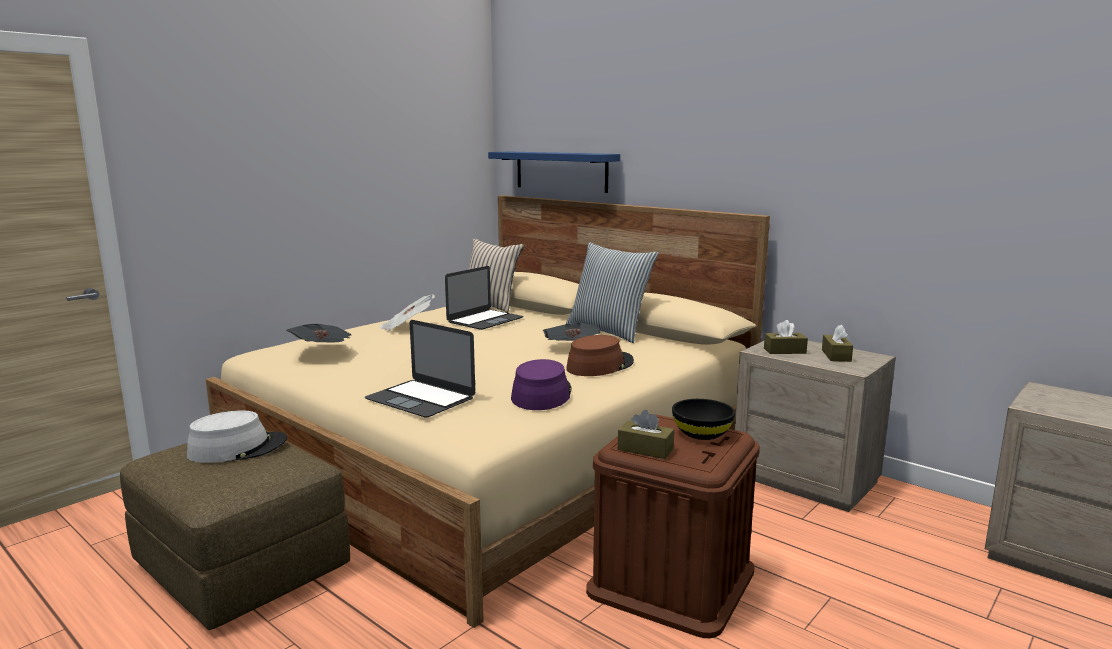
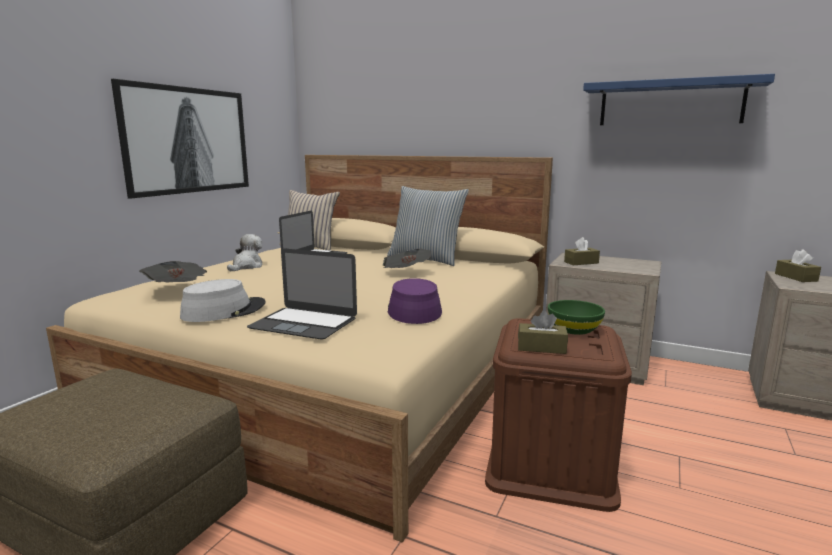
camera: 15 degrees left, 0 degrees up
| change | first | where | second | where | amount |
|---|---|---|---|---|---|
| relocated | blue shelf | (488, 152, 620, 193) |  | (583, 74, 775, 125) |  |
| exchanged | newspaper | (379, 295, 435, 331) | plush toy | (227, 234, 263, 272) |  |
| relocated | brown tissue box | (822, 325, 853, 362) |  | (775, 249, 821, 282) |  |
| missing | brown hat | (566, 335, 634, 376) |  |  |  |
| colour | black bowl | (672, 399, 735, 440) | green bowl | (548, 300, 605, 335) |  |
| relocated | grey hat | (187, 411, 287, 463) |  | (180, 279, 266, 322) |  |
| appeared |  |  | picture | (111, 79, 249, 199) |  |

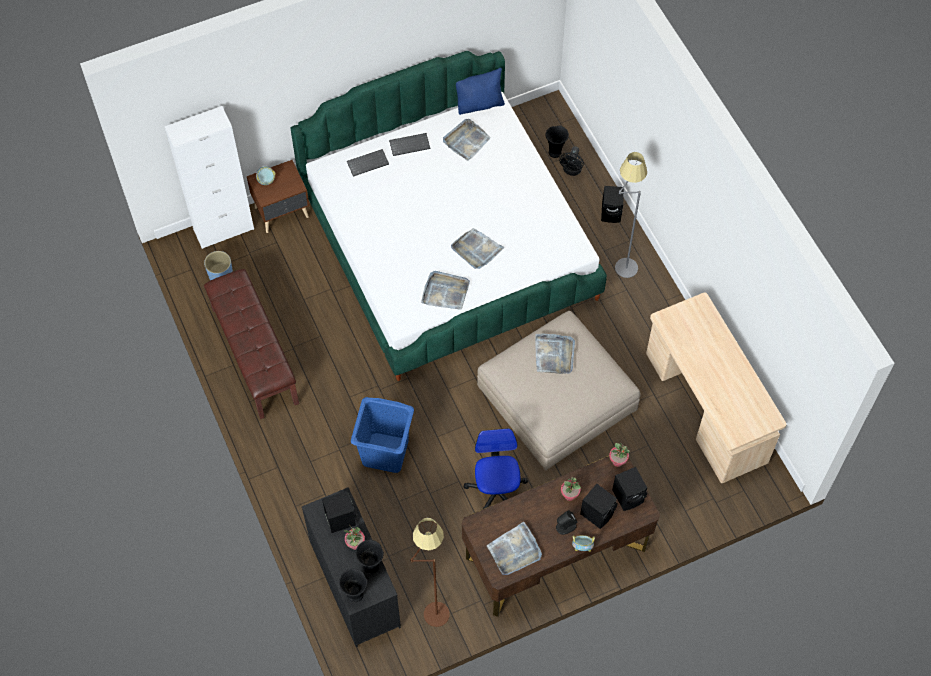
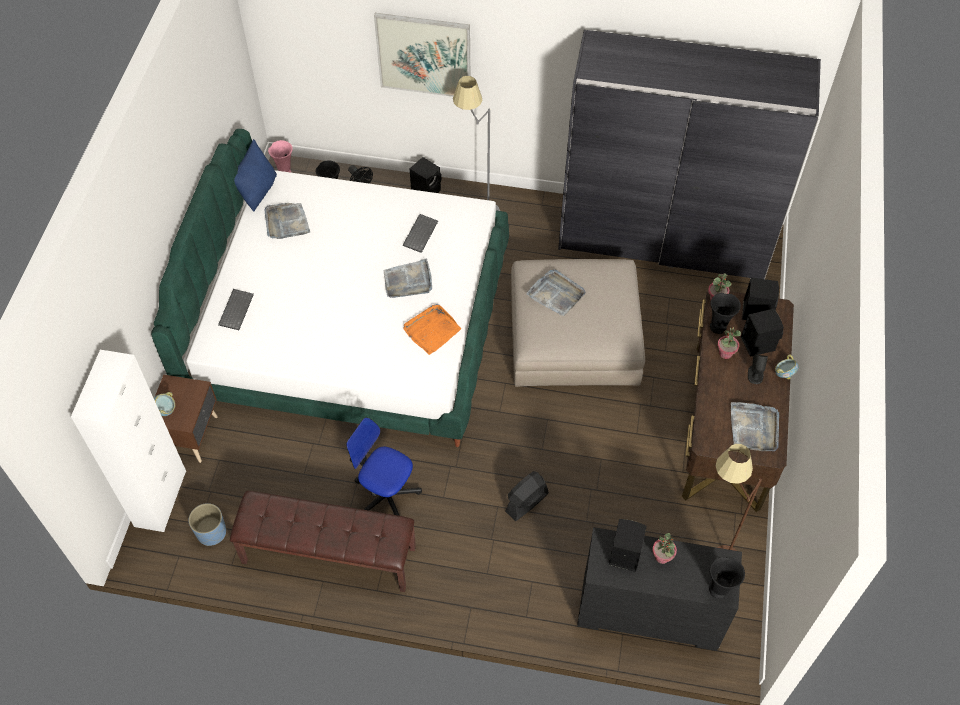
camera: 55 degrees left, 5 degrees down
| change | first | where | second | where | amount |
|---|---|---|---|---|---|
| relocated | keyboard | (389, 133, 430, 156) |  | (403, 214, 438, 253) |  |
| colour | grey tray | (421, 271, 470, 309) | orange tray | (403, 304, 461, 355) |  |
| exchanged | beige desk | (646, 293, 786, 483) | grey wardrobe | (558, 30, 821, 279) |  |
| exchanged | blue laundry basket | (351, 397, 414, 473) | black fan | (505, 471, 549, 521) |  |
| relocated | office chair | (463, 428, 528, 509) |  | (346, 417, 422, 516) |  |
| relocated | black vase | (355, 540, 384, 573) |  | (710, 293, 741, 334) |  |
| appeared |  |  | picture | (374, 13, 470, 97) |  |
| appeared |  |  | pink vase | (268, 140, 293, 172) |  |

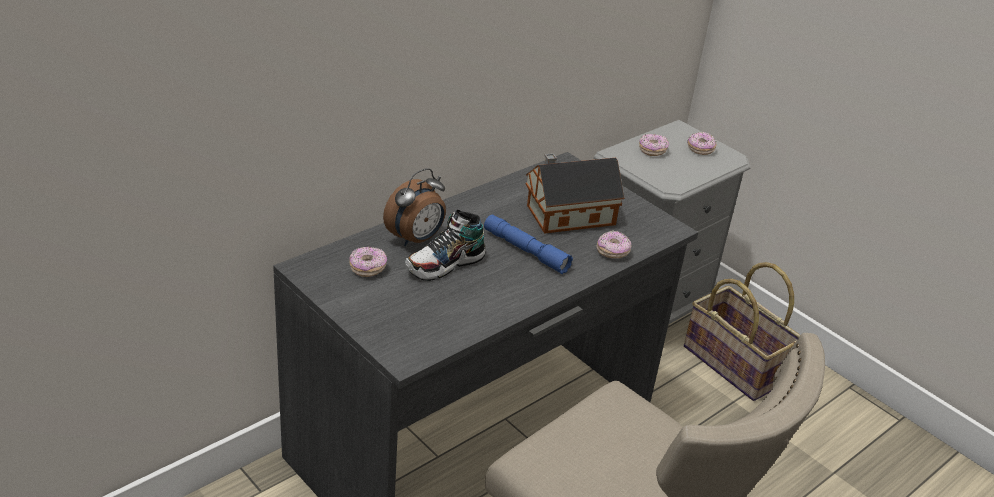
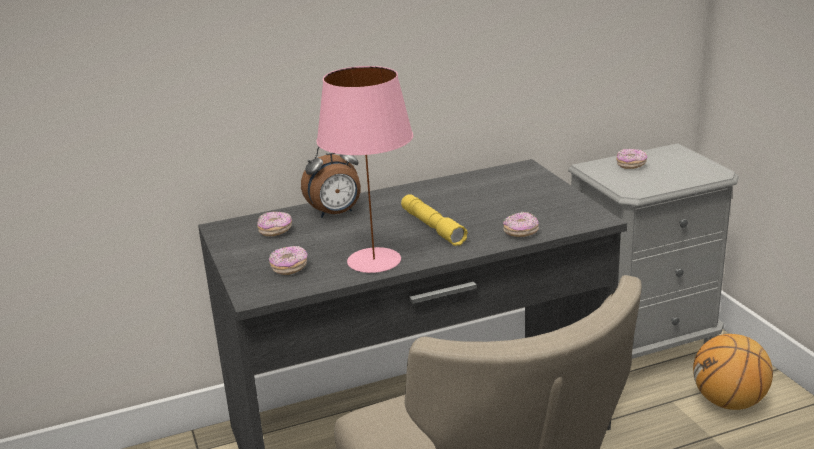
camera: 25 degrees right, 10 degrees down
| change | first | where | second | where | amount |
|---|---|---|---|---|---|
| relocated | donut | (687, 132, 717, 155) |  | (269, 246, 307, 275) |  |
| missing | toy house | (526, 153, 624, 234) |  |  |  |
| missing | shoe | (405, 210, 486, 281) |  |  |  |
| colour | blue flashlight | (484, 215, 573, 274) | yellow flashlight | (401, 194, 468, 246) |  |
| exchanged | basket | (684, 262, 800, 401) | basketball | (693, 334, 773, 410) |  |
| appeared |  |  | pink table lamp | (316, 66, 413, 273) |  |

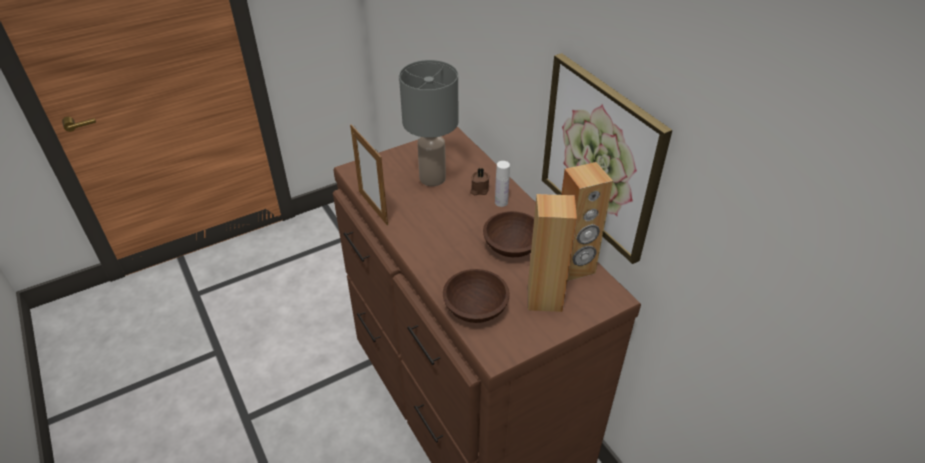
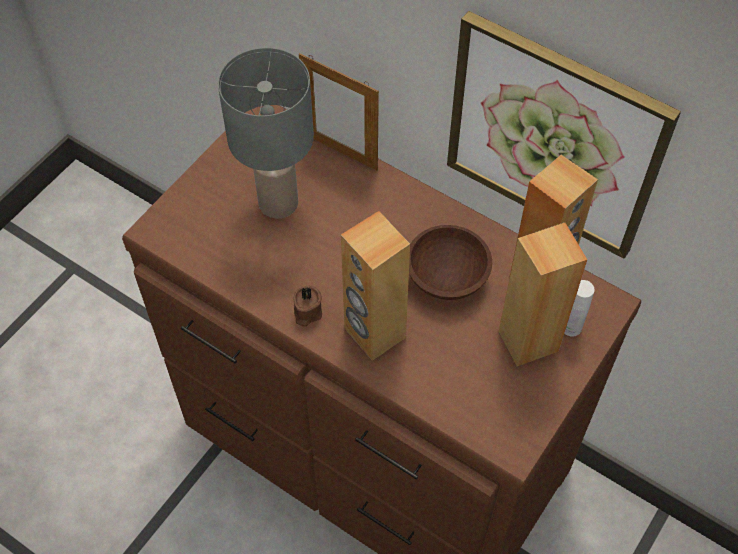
camera: 25 degrees left, 15 degrees up
| change | first | where | second | where | amount |
|---|---|---|---|---|---|
| relocated | picture frame | (350, 124, 388, 226) |  | (299, 53, 379, 171) |  |
| relocated | white bottle | (495, 161, 510, 207) |  | (565, 280, 595, 337) |  |
| relocated | brown candle | (470, 168, 490, 195) |  | (294, 286, 322, 326) |  |
| missing | brown bowl | (443, 269, 510, 323) |  |  |  |
| appeared |  |  | brown speaker | (341, 211, 410, 361) |  |

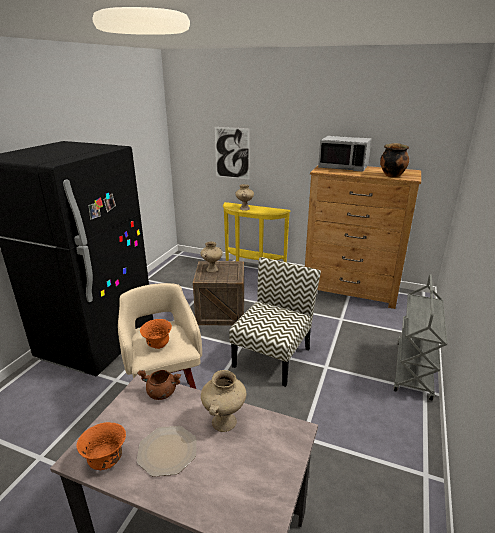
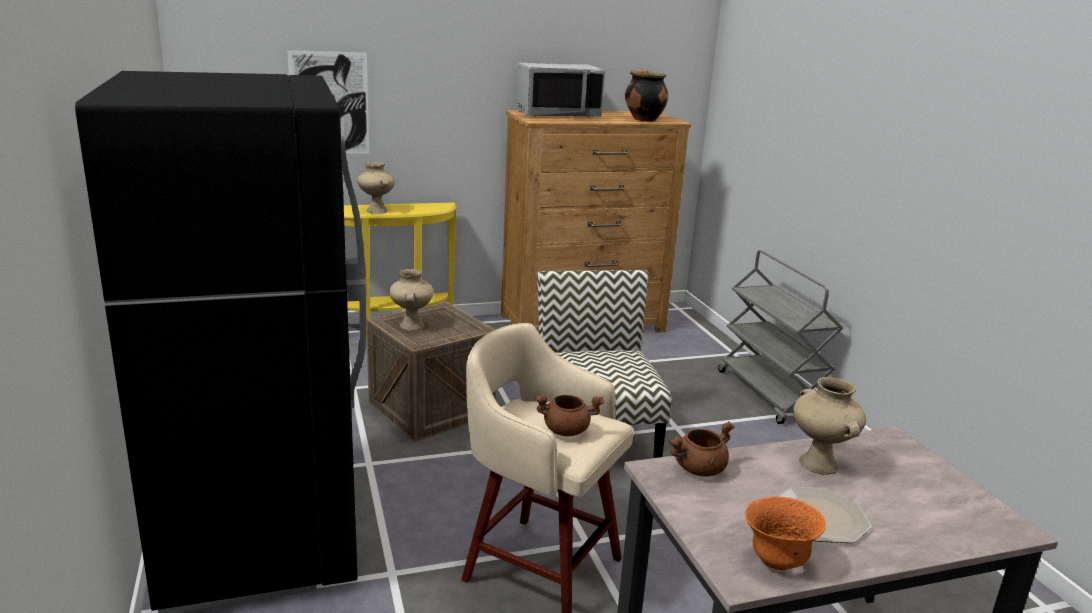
camera: 40 degrees left, 5 degrees down
| change | first | where | second | where | amount |
|---|---|---|---|---|---|
| exchanged | orange bowl | (140, 319, 172, 349) | brown cooking pot | (535, 395, 605, 436) |  |

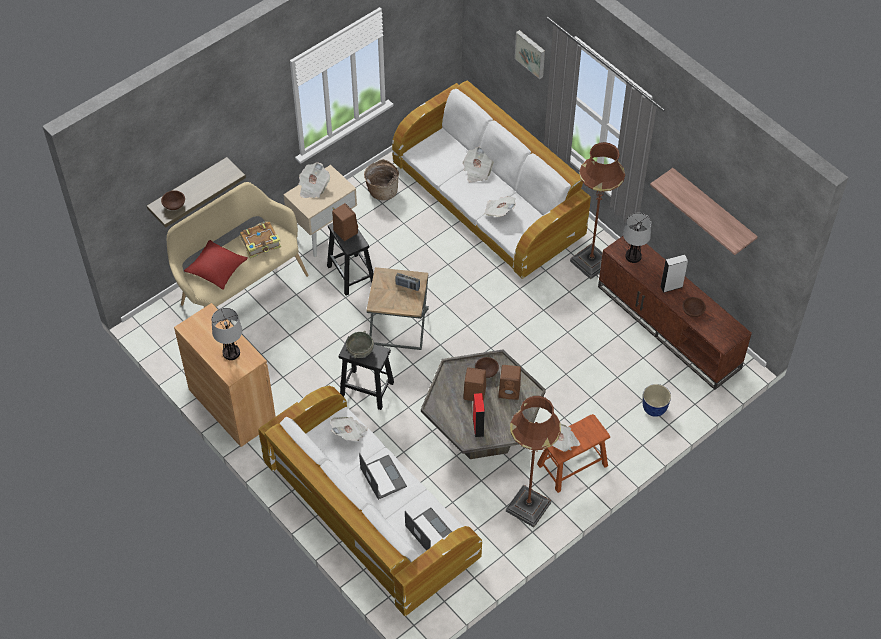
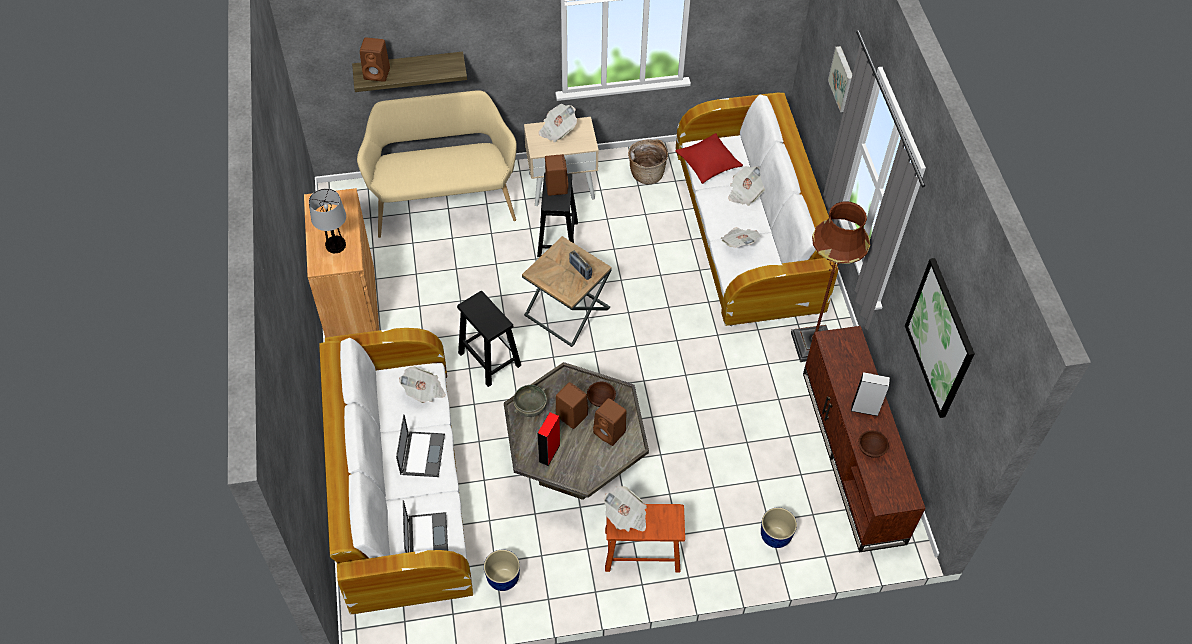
camera: 30 degrees right, 0 degrees up
| change | first | where | second | where | amount |
|---|---|---|---|---|---|
| exchanged | shelf | (650, 168, 758, 255) | picture | (905, 258, 975, 418) |  |
| exchanged | brown bowl | (161, 190, 185, 210) | brown speaker | (360, 38, 390, 82) |  |
| missing | table lamp | (623, 213, 651, 263) |  |  |  |
| missing | book | (240, 222, 281, 258) |  |  |  |
| relocated | red pillow | (184, 240, 248, 290) |  | (675, 133, 743, 184) |  |
| relocated | grey bowl | (346, 331, 374, 358) |  | (513, 385, 547, 417) |  |
| missing | brown floor lamp | (506, 396, 561, 528) |  |  |  |
| appeared |  |  | planter | (484, 549, 520, 591) |  |

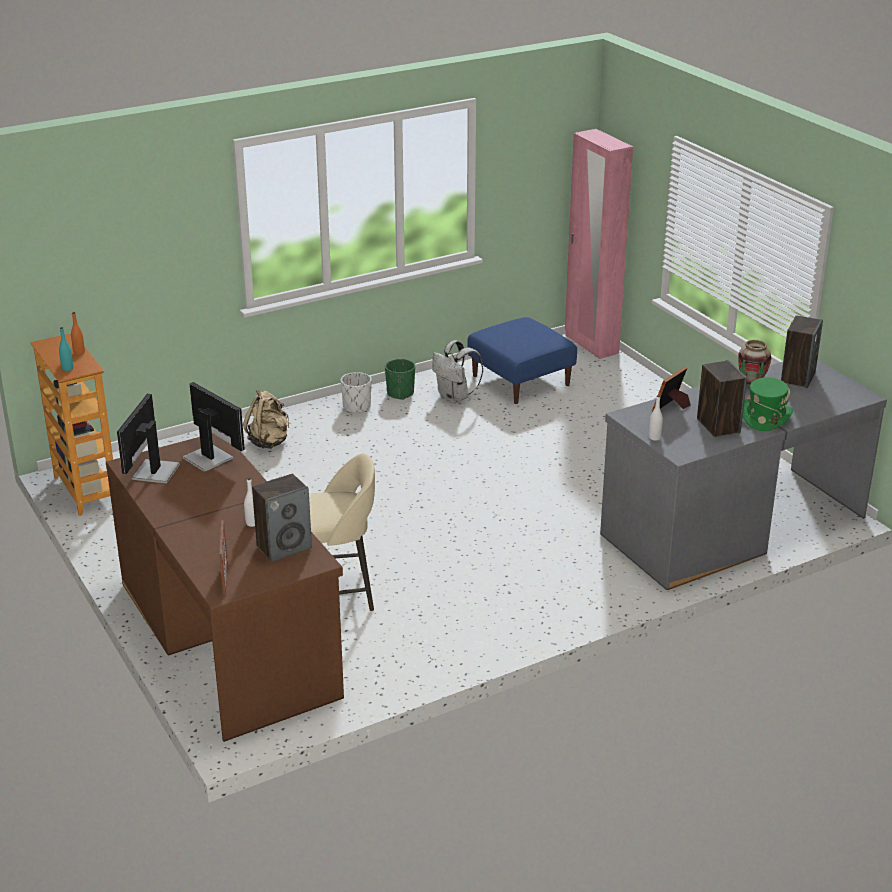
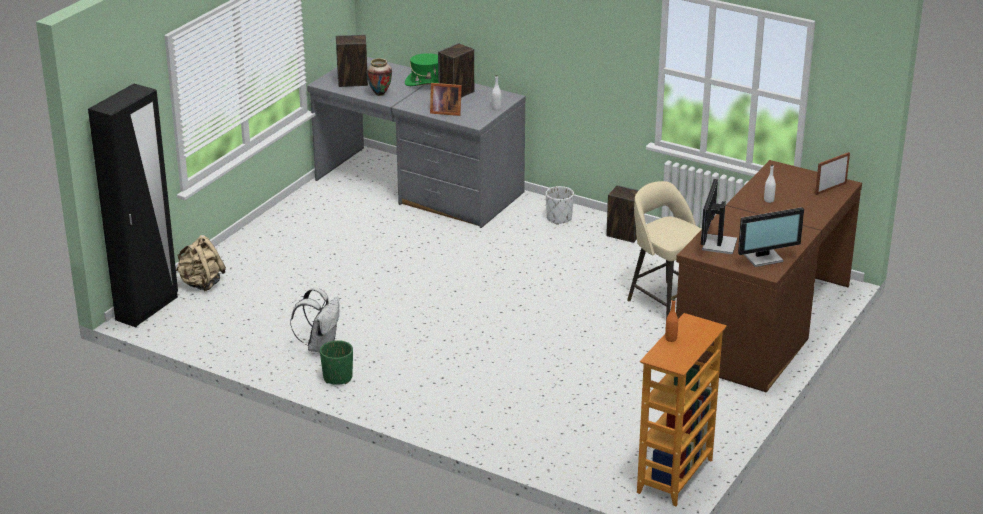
camera: 120 degrees left, 0 degrees up
| change | first | where | second | where | amount |
|---|---|---|---|---|---|
| colour | pink wardrobe | (565, 129, 633, 359) | black wardrobe | (88, 84, 178, 327) |  |
| missing | blue ottoman | (467, 317, 577, 404) |  |  |  |
| missing | turquoise bottle | (59, 327, 73, 371) |  |  |  |
| relocated | white planter | (341, 372, 372, 413) |  | (546, 186, 574, 225) |  |
| relocated | beige backpack | (243, 390, 289, 449) |  | (176, 235, 226, 292) |  |
| relocated | speaker | (252, 474, 312, 562) |  | (606, 185, 639, 243) |  |

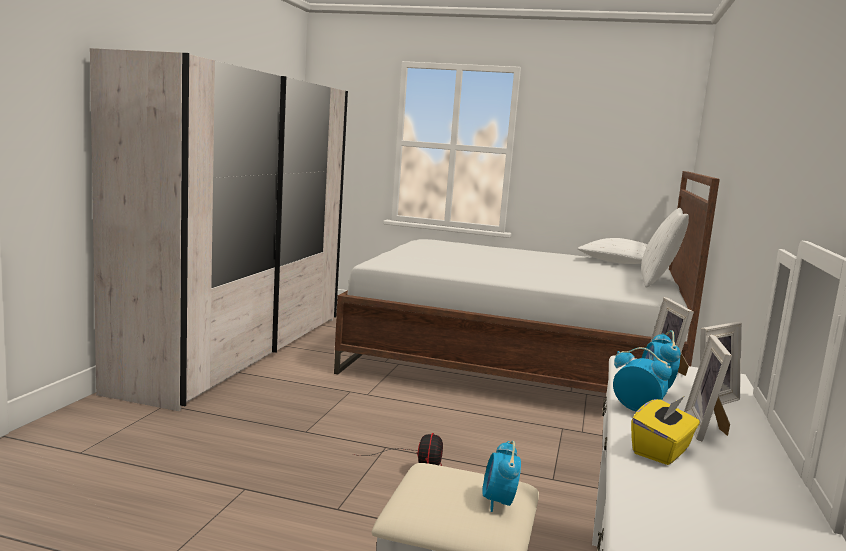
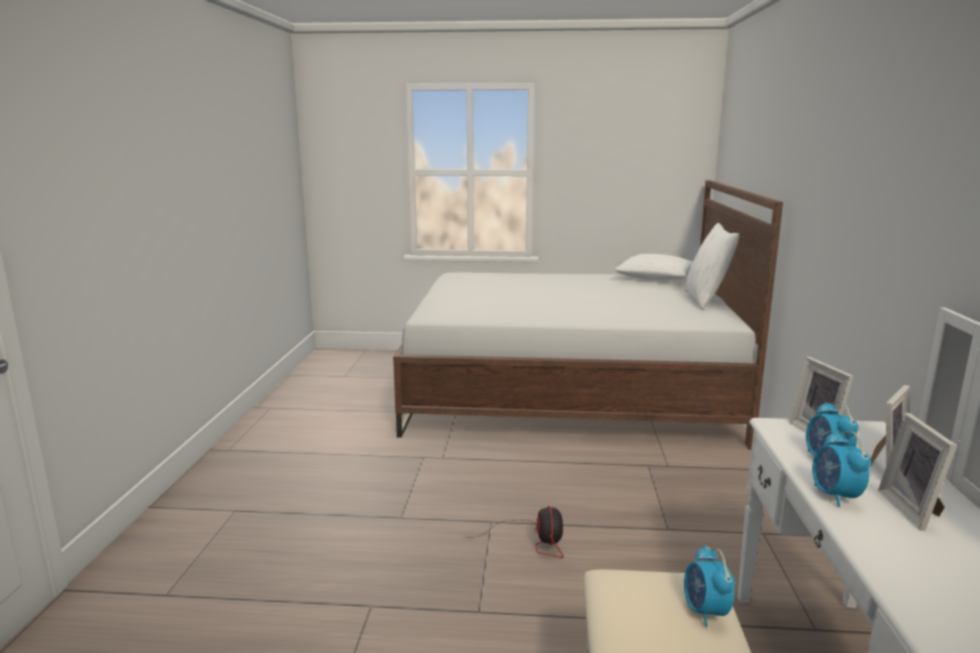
camera: 10 degrees left, 5 degrees up
| change | first | where | second | where | amount |
|---|---|---|---|---|---|
| missing | white wardrobe | (90, 48, 348, 411) |  |  |  |
| spun | alarm clock | (613, 347, 672, 412) |  | (812, 431, 871, 507) | 120 degrees counterclockwise |
| missing | yellow tissue box | (631, 397, 700, 465) |  |  |  |

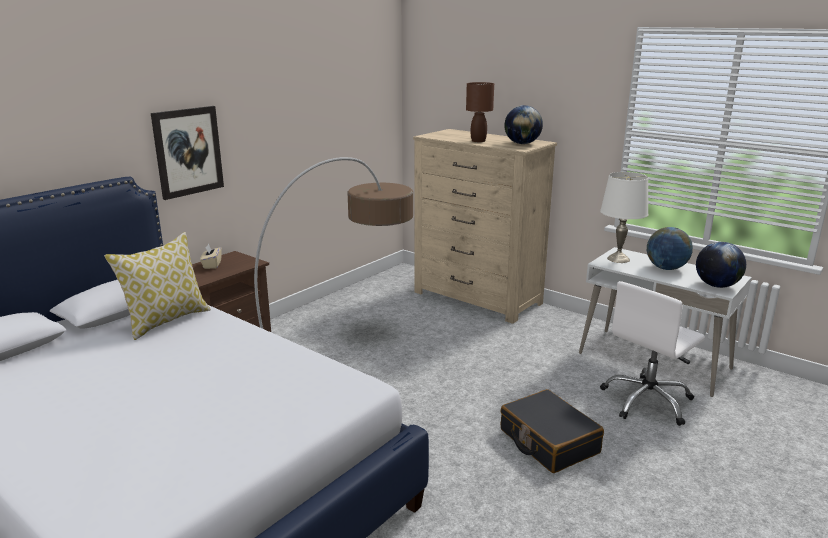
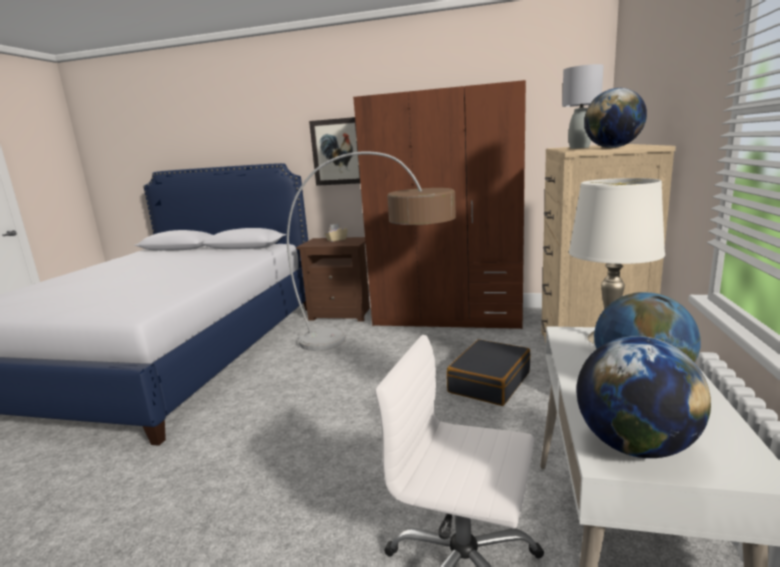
camera: 65 degrees right, 5 degrees down
| change | first | where | second | where | amount |
|---|---|---|---|---|---|
| colour | brown table lamp | (466, 82, 494, 142) | grey table lamp | (562, 64, 604, 149) |  |
| missing | pillow | (104, 232, 211, 340) |  |  |  |
| relocated | black suitcase | (501, 389, 604, 473) |  | (446, 339, 530, 406) |  |
| appeared |  |  | brown wardrobe | (353, 80, 526, 329) |  |

